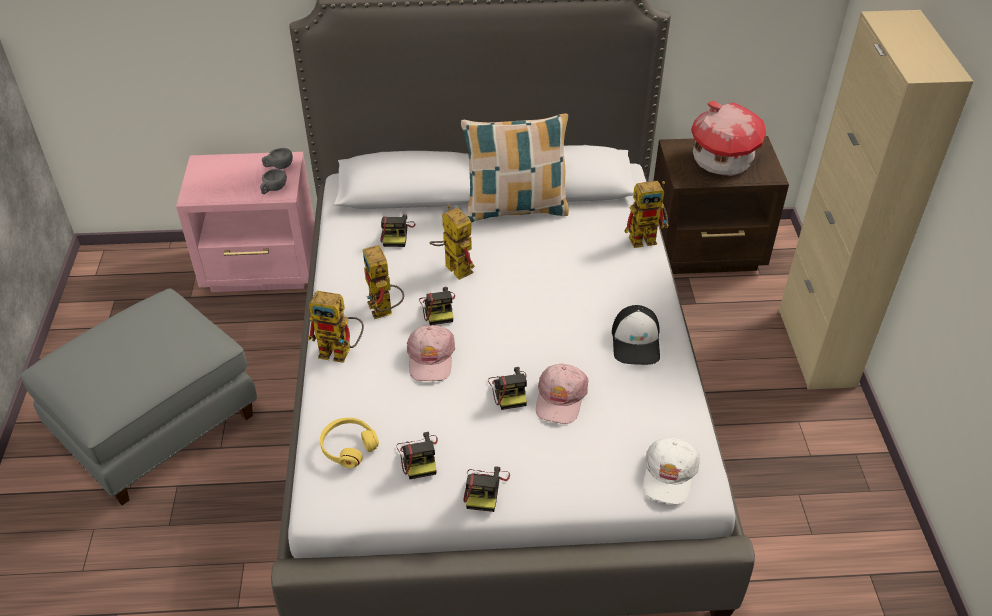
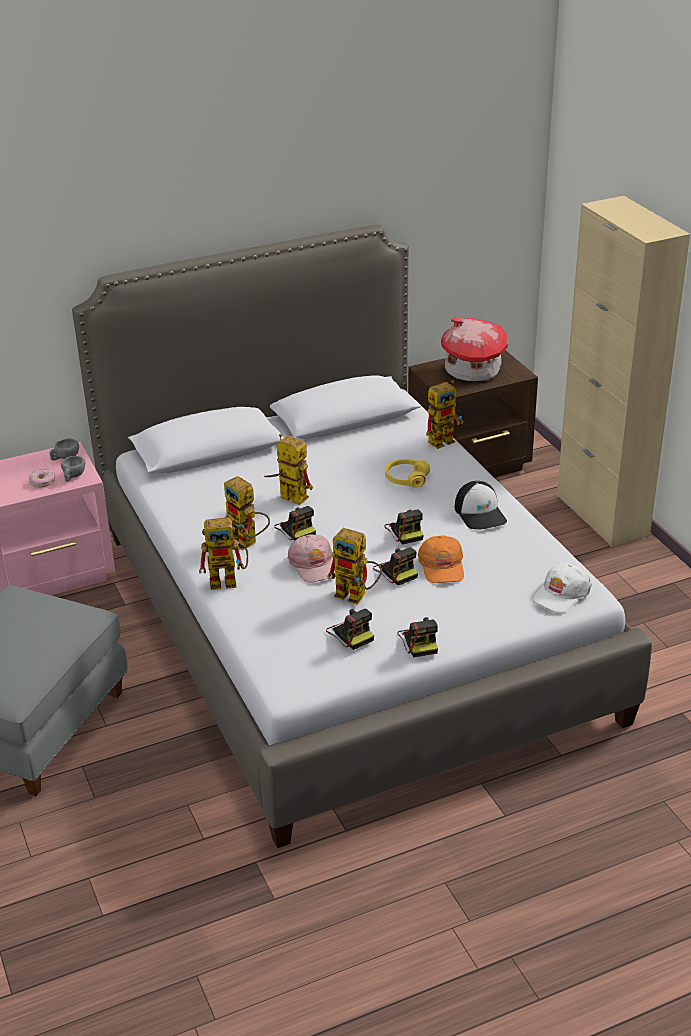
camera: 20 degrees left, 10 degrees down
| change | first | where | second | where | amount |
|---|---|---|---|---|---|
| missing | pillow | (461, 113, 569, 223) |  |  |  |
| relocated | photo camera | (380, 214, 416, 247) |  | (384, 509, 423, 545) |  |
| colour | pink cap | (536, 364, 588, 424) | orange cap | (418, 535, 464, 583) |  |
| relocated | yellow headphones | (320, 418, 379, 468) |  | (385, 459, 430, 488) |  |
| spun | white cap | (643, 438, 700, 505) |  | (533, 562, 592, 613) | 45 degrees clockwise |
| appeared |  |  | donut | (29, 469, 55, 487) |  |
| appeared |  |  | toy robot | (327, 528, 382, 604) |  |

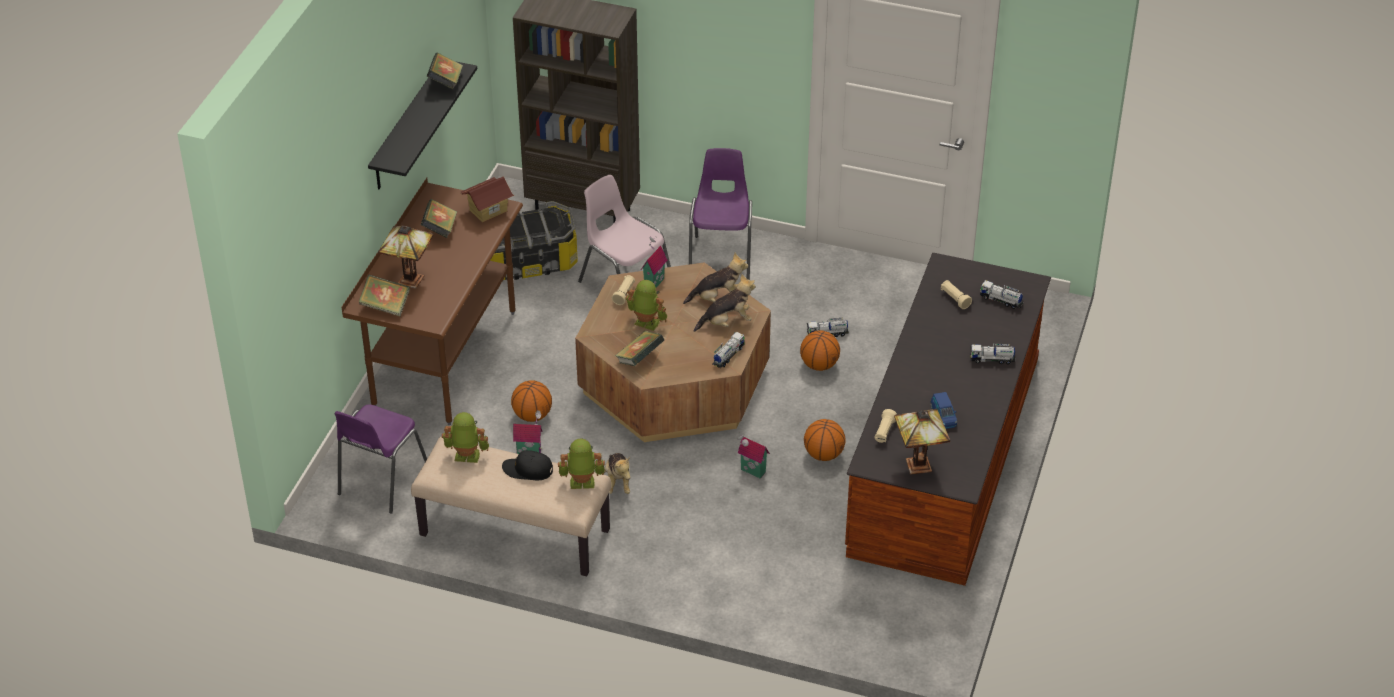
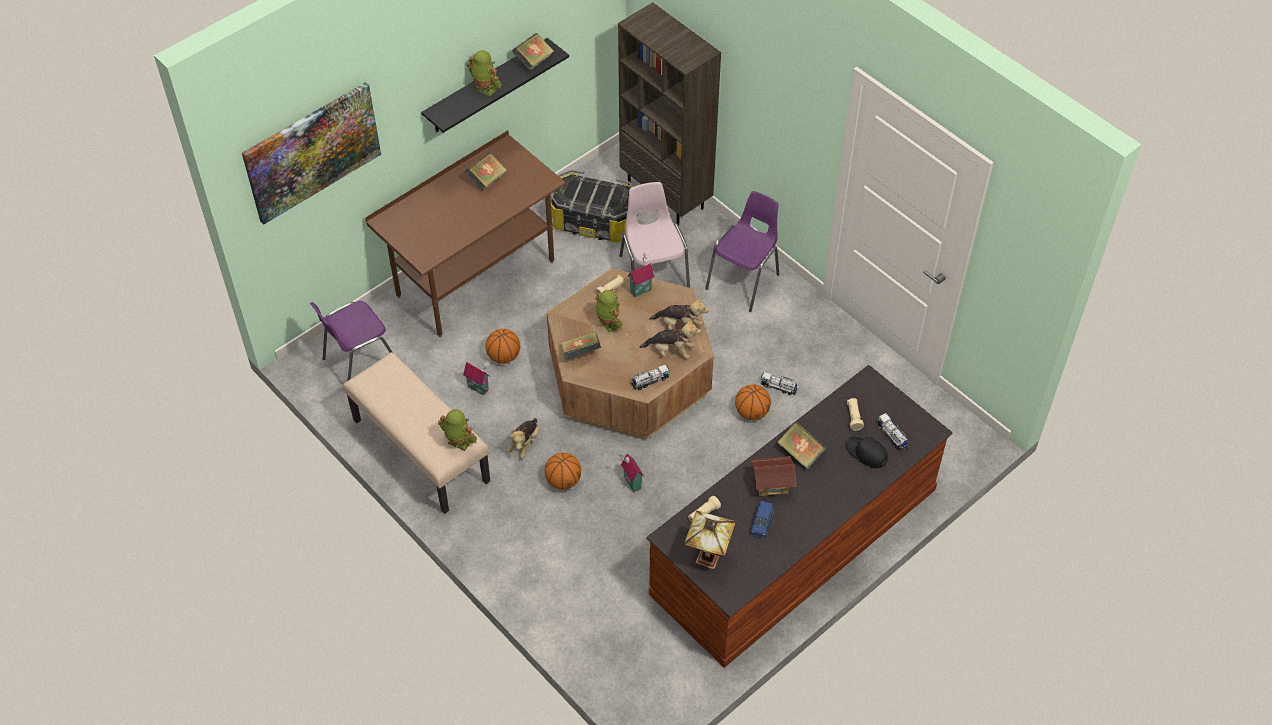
camera: 30 degrees right, 10 degrees up
| change | first | where | second | where | amount |
|---|---|---|---|---|---|
| relocated | toy house | (460, 177, 514, 223) |  | (751, 456, 796, 496) |  |
| missing | table lamp | (378, 225, 434, 289) |  |  |  |
| relocated | book | (359, 275, 410, 316) |  | (777, 421, 826, 469) |  |
| missing | toy truck | (970, 343, 1015, 364) |  |  |  |
| relocated | toy robot | (442, 412, 489, 463) |  | (467, 50, 501, 96) |  |
| relocated | basketball | (804, 419, 845, 461) |  | (545, 453, 581, 490) |  |
| relocated | black cap | (502, 450, 553, 480) |  | (846, 436, 888, 468) |  |
| appeared |  |  | picture | (242, 82, 381, 225) |  |

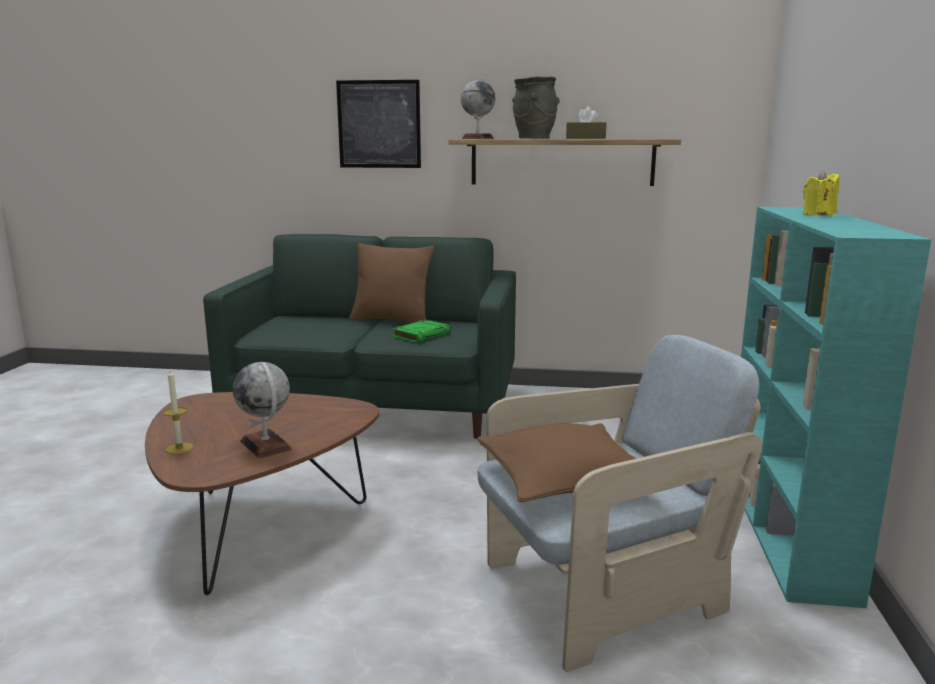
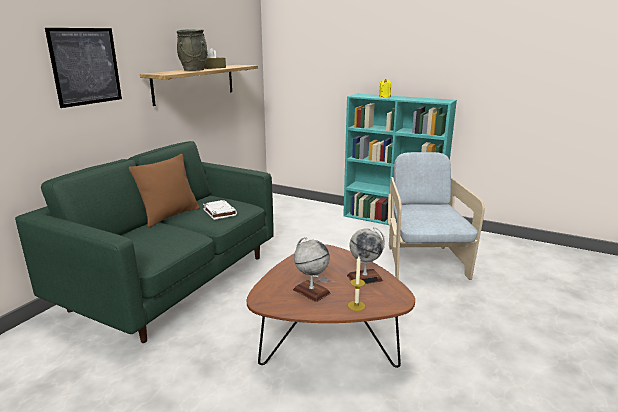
camera: 70 degrees left, 5 degrees up
| change | first | where | second | where | amount |
|---|---|---|---|---|---|
| relocated | globe | (461, 78, 495, 139) |  | (293, 237, 331, 302) |  |
| colour | green book | (392, 320, 451, 343) | white book | (203, 200, 237, 220) |  |
| missing | brown pillow | (477, 423, 637, 502) |  |  |  |

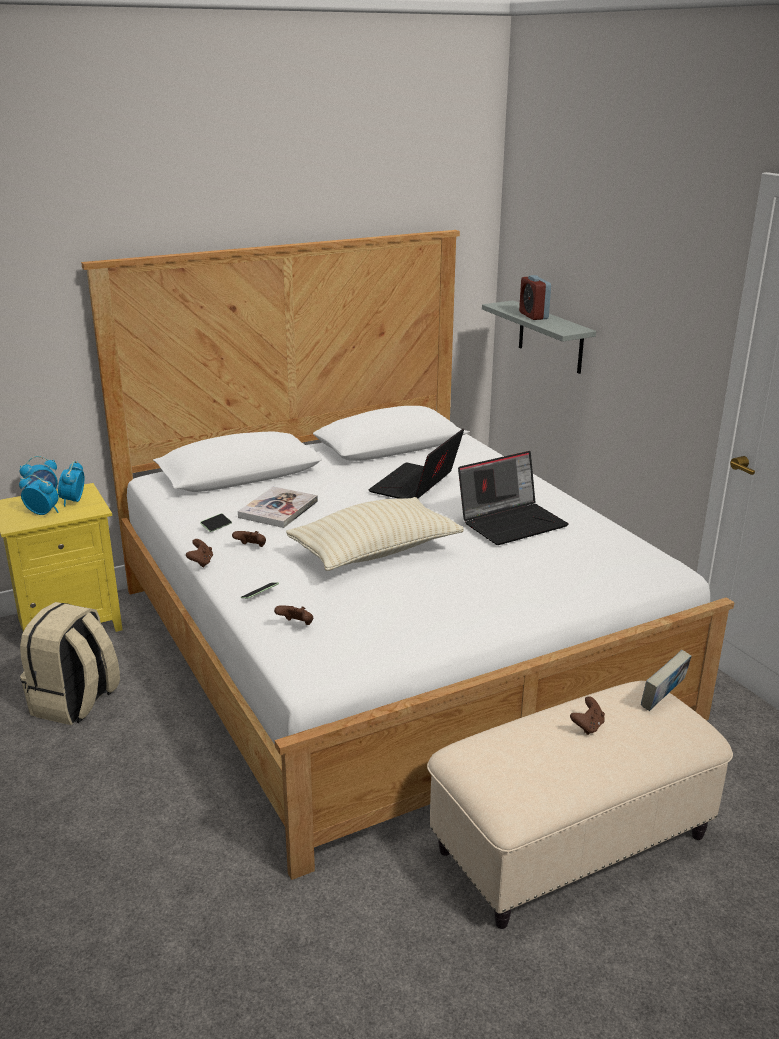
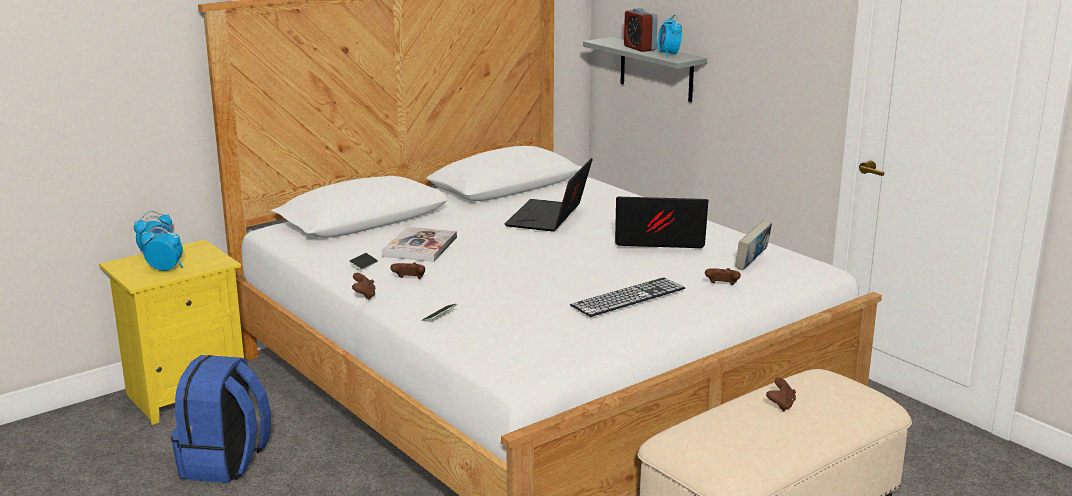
camera: 10 degrees left, 5 degrees down
| change | first | where | second | where | amount |
|---|---|---|---|---|---|
| spun | laptop | (458, 451, 568, 545) |  | (615, 197, 708, 248) | 135 degrees counterclockwise |
| relocated | alarm clock | (58, 461, 84, 506) |  | (657, 14, 682, 57) |  |
| missing | beige pillow | (286, 497, 463, 571) |  |  |  |
| colour | beige backpack | (20, 602, 120, 725) | blue backpack | (171, 355, 271, 483) |  |
| relocated | brown game controller | (274, 605, 313, 625) |  | (705, 268, 741, 285) |  |
| relocated | book | (641, 650, 692, 711) |  | (735, 220, 772, 270) |  |
| appeared |  |  | keyboard | (570, 277, 685, 317) |  |

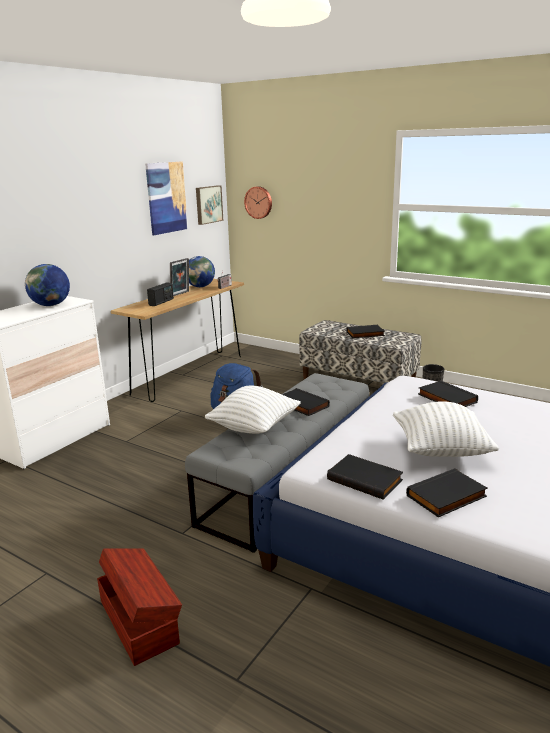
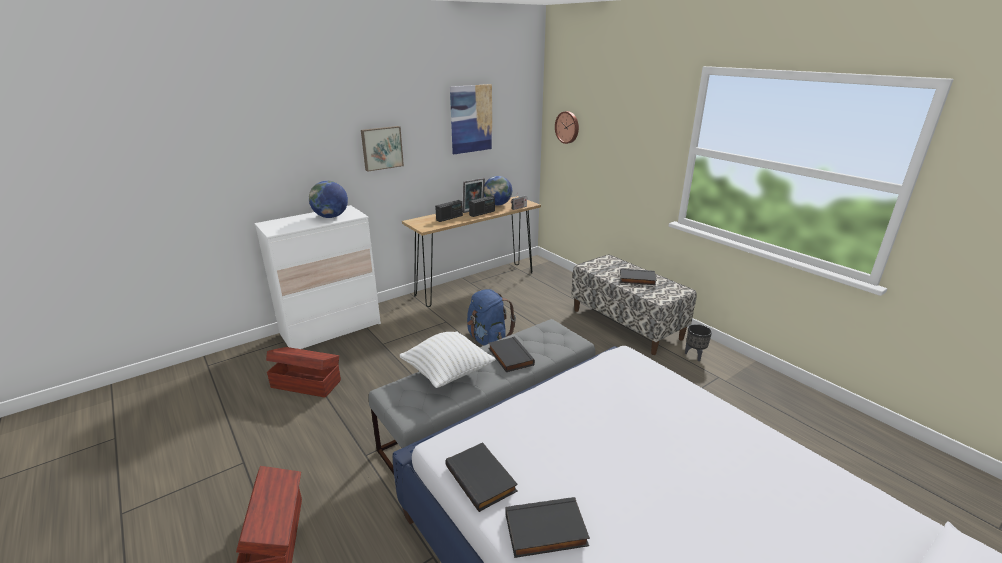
camera: 20 degrees right, 5 degrees up
| change | first | where | second | where | amount |
|---|---|---|---|---|---|
| relocated | picture | (196, 185, 223, 225) |  | (361, 126, 404, 172) |  |
| missing | black book | (418, 380, 478, 407) |  |  |  |
| missing | white pillow | (393, 401, 499, 457) |  |  |  |
| appeared |  |  | radio | (469, 196, 495, 217) |  |
| appeared |  |  | brown storage box | (266, 347, 341, 398) |  |

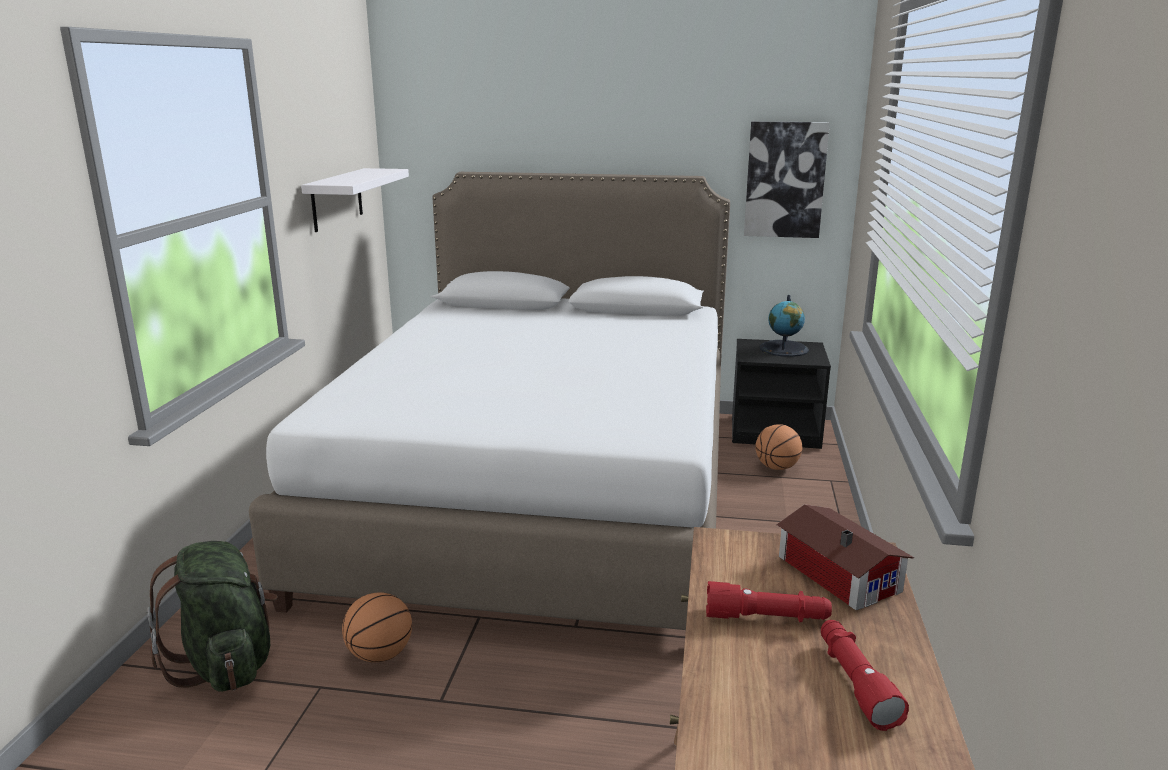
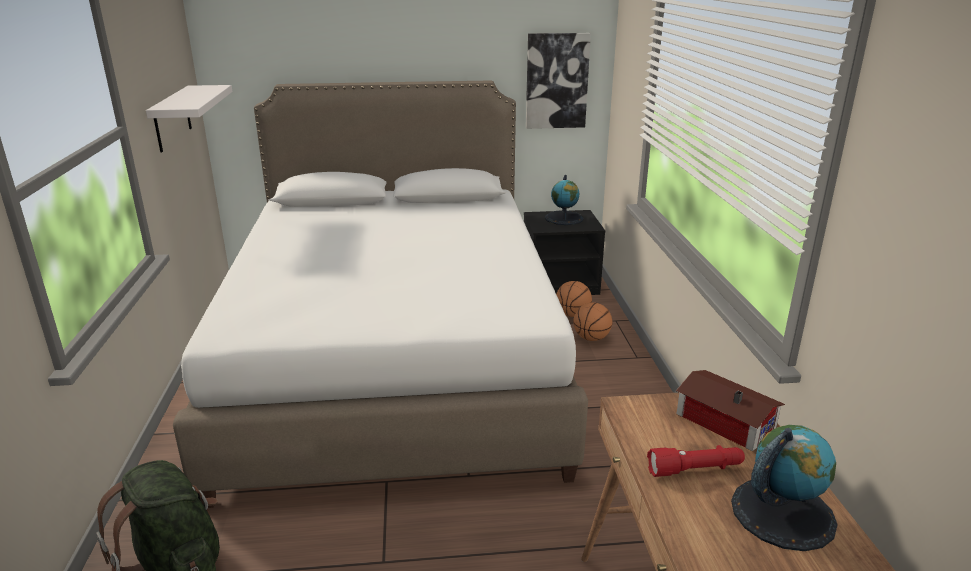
camera: 15 degrees left, 5 degrees up
| change | first | where | second | where | amount |
|---|---|---|---|---|---|
| relocated | basketball | (342, 592, 412, 662) |  | (573, 303, 613, 341) |  |
| exchanged | red flashlight | (821, 620, 909, 731) | globe | (731, 425, 838, 551) |  |

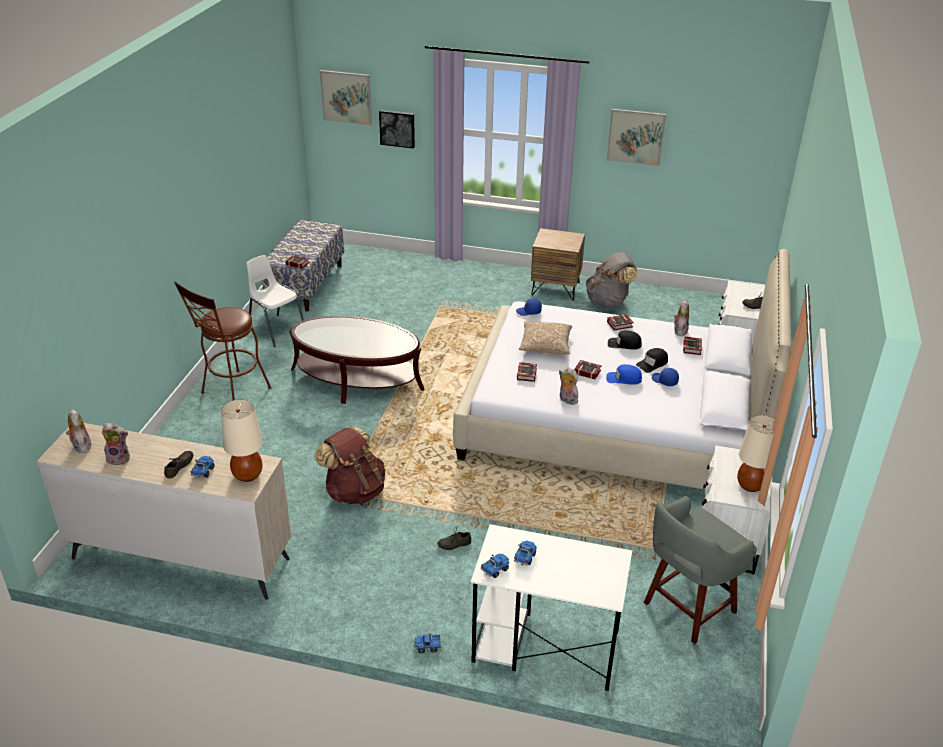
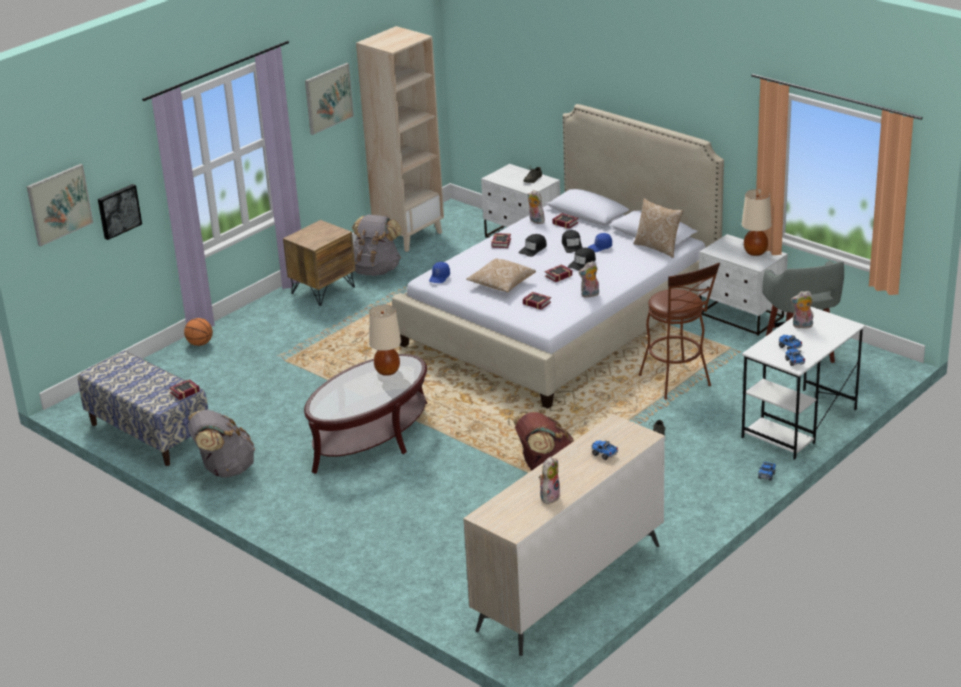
camera: 60 degrees left, 5 degrees down
| change | first | where | second | where | amount |
|---|---|---|---|---|---|
| exchanged | white chair | (246, 255, 304, 347) | grey backpack | (188, 410, 255, 478) |  |
| relocated | brown stool | (174, 282, 271, 400) |  | (638, 263, 720, 400) |  |
| colour | blue cap | (606, 364, 642, 385) | black cap | (568, 248, 596, 271) |  |
| relocated | beige table lamp | (221, 399, 263, 482) |  | (369, 305, 401, 376) |  |
| relocated | plush toy | (66, 409, 92, 453) |  | (790, 291, 813, 328) |  |
| missing | grey shoe | (164, 451, 193, 478) |  |  |  |
| appeared |  |  | beige bookcase | (356, 26, 444, 252) |  |
| appeared |  |  | pillow | (633, 198, 684, 258) |  |
| appeared |  |  | basketball | (184, 318, 213, 346) |  |

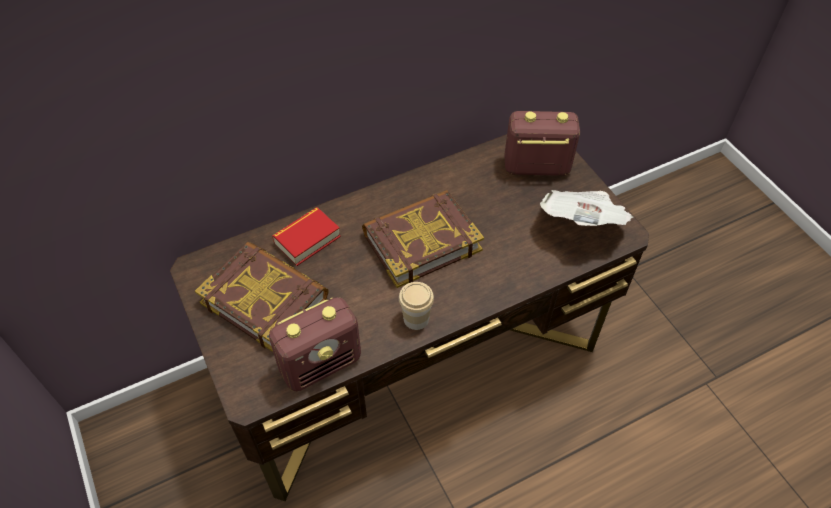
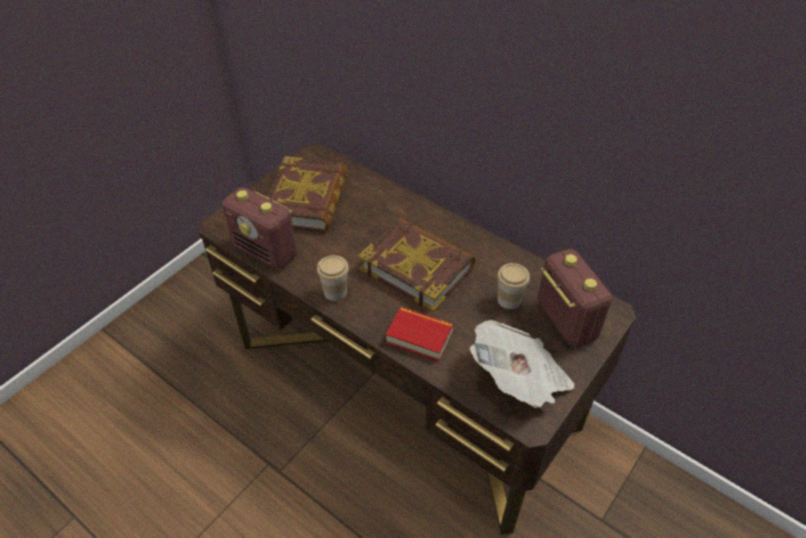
camera: 65 degrees right, 5 degrees down
| change | first | where | second | where | amount |
|---|---|---|---|---|---|
| relocated | book | (272, 207, 341, 266) |  | (386, 307, 454, 362) |  |
| appeared |  |  | cup | (497, 263, 530, 309) |  |

